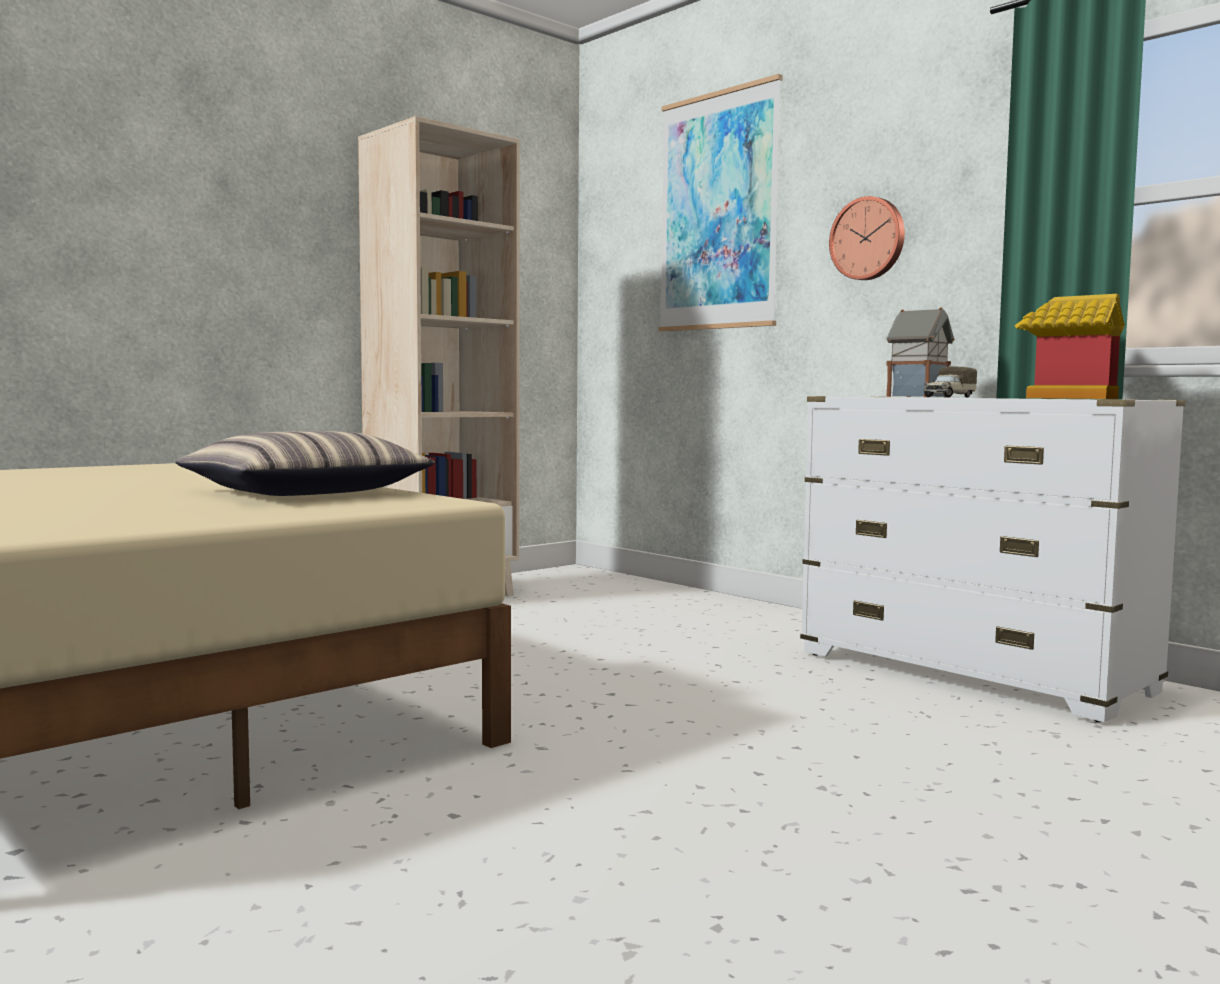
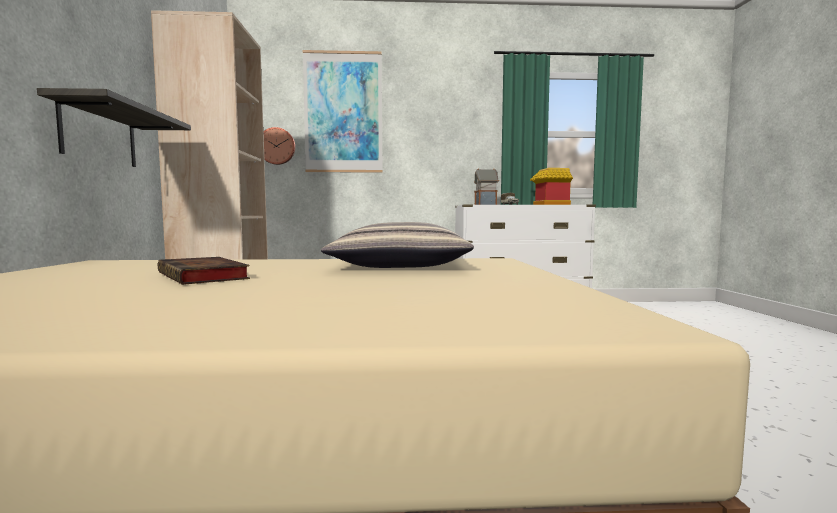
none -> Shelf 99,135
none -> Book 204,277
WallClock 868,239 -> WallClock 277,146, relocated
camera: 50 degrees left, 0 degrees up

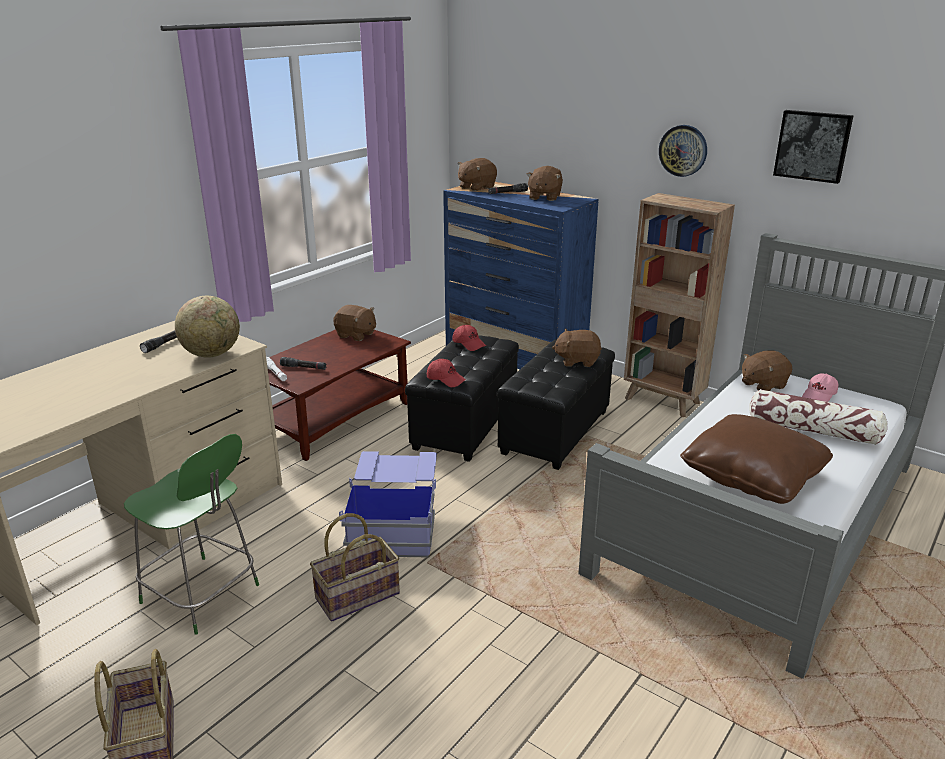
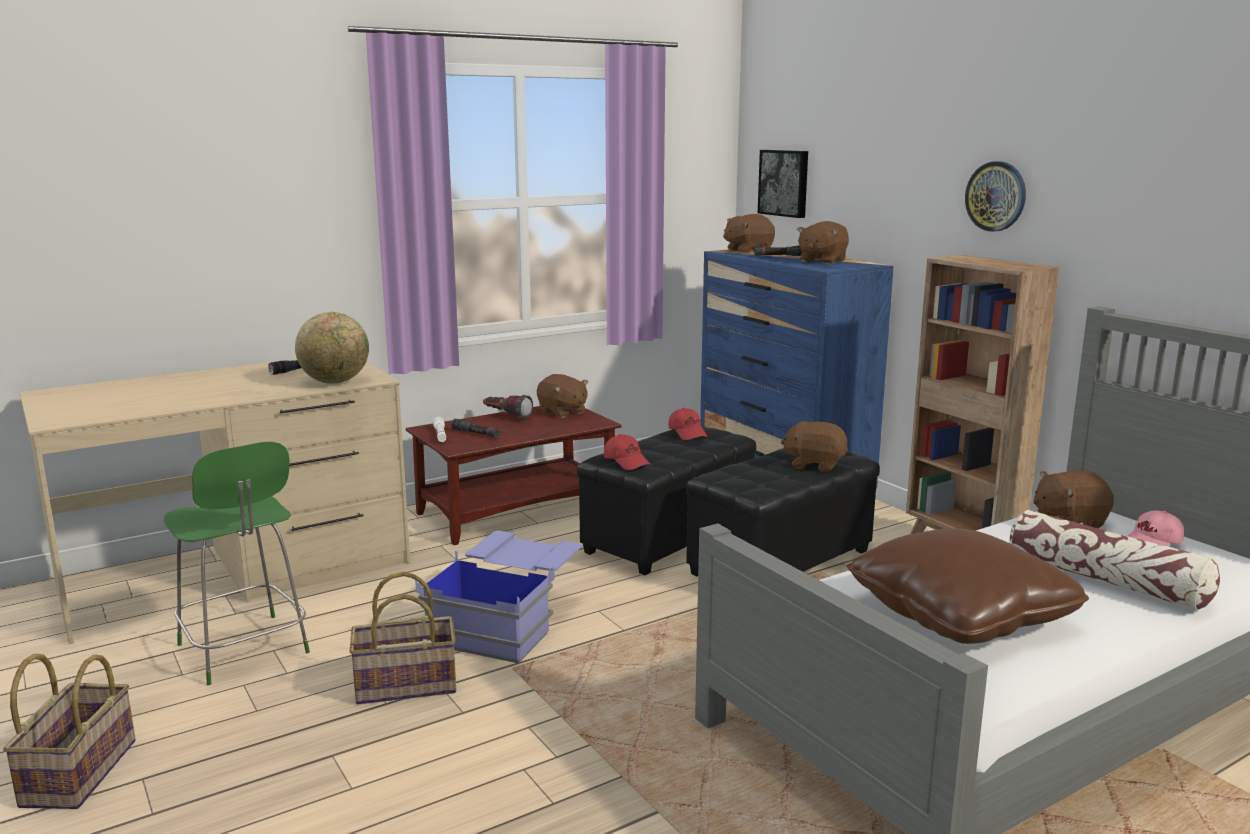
none -> Flashlight 506,416
Picture 813,145 -> Picture 785,183, relocated
camera: 20 degrees right, 10 degrees down

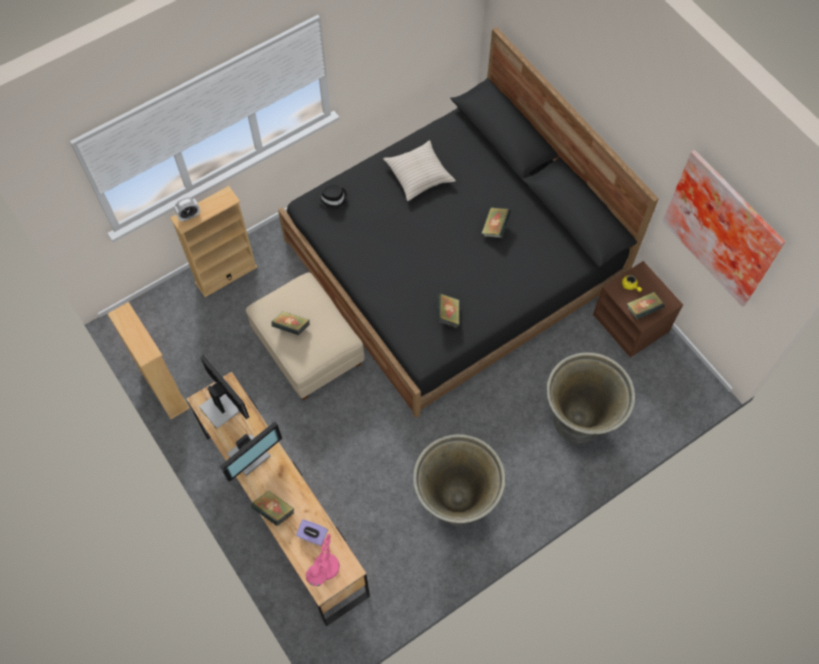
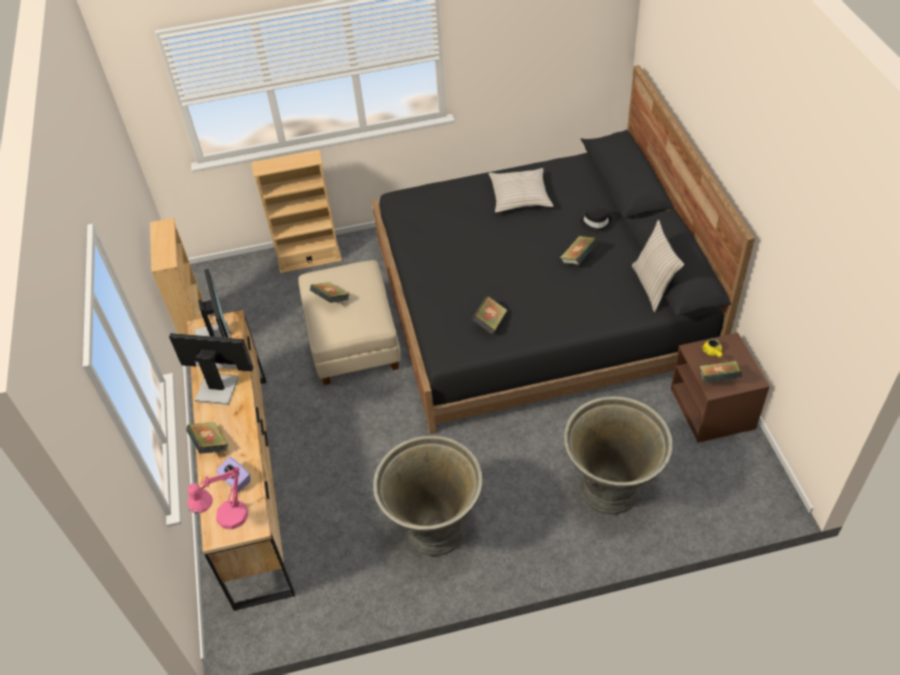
AlarmClock 189,216 -> none
Picture 724,227 -> none
none -> BeigePillow 653,286
BlackHat 333,198 -> BlackHat 595,222, relocated
Monitor 250,456 -> Monitor 217,387, 150 degrees counterclockwise
camera: 25 degrees right, 15 degrees down

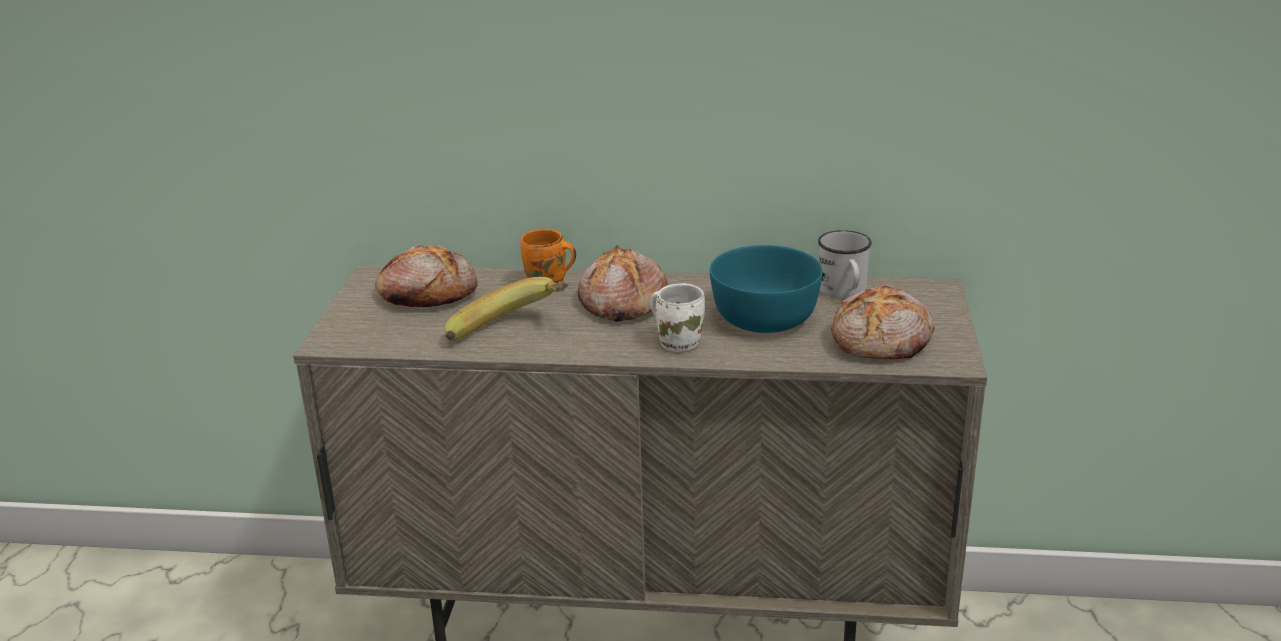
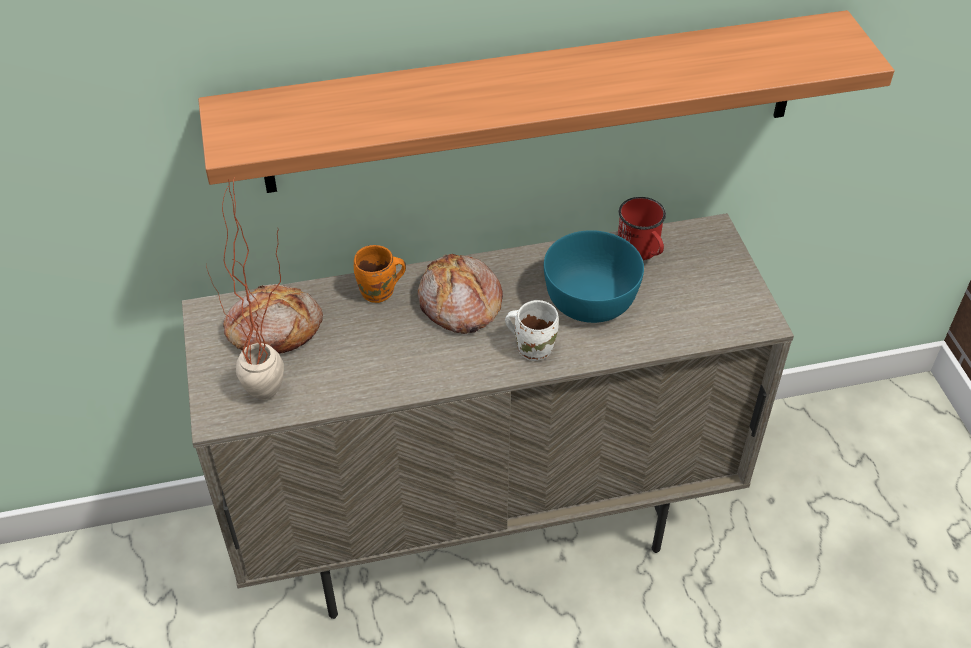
Banana 512,334 -> none
Bread 883,341 -> none
none -> Shelf 535,103
none -> PottedPlant 273,401
WhiteMug 844,292 -> RedMug 641,251
camera: 20 degrees left, 20 degrees up

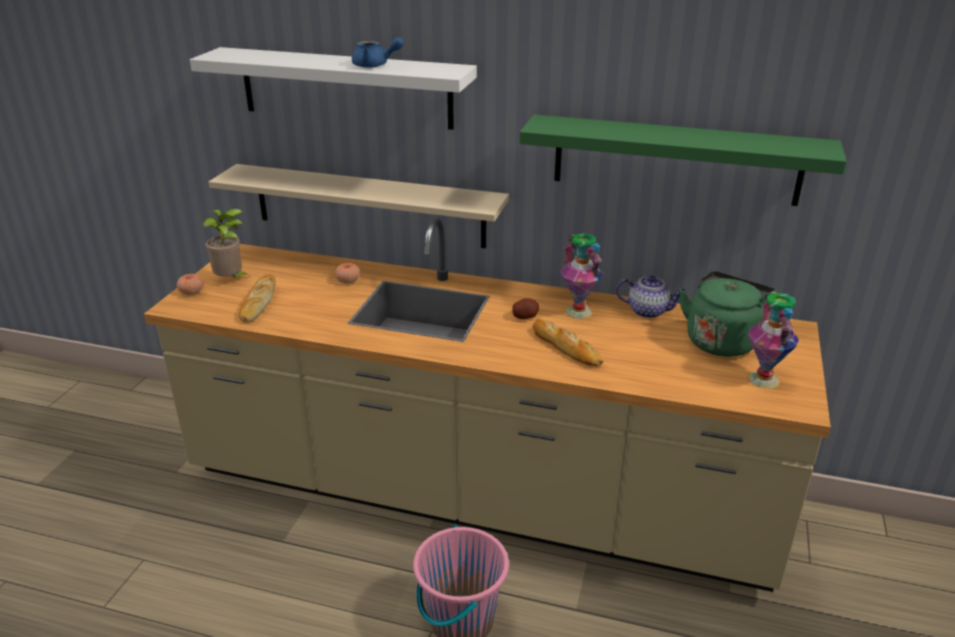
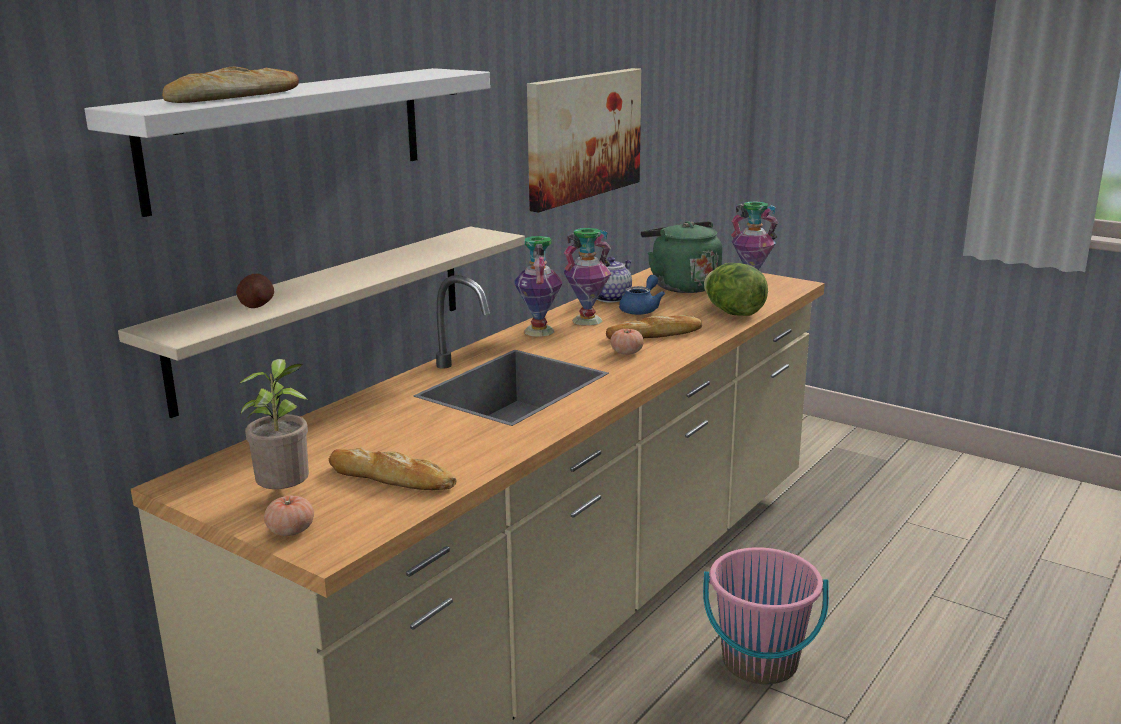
none -> Bread 233,97
none -> Vase 538,331
none -> Lettuce 733,313
Tomato 348,281 -> Tomato 626,352, relocated
BlueTeapot 375,65 -> BlueTeapot 641,309, relocated
Potato 525,317 -> Potato 256,305, relocated
GreenShelf 675,160 -> Picture 583,136
camera: 70 degrees left, 10 degrees down

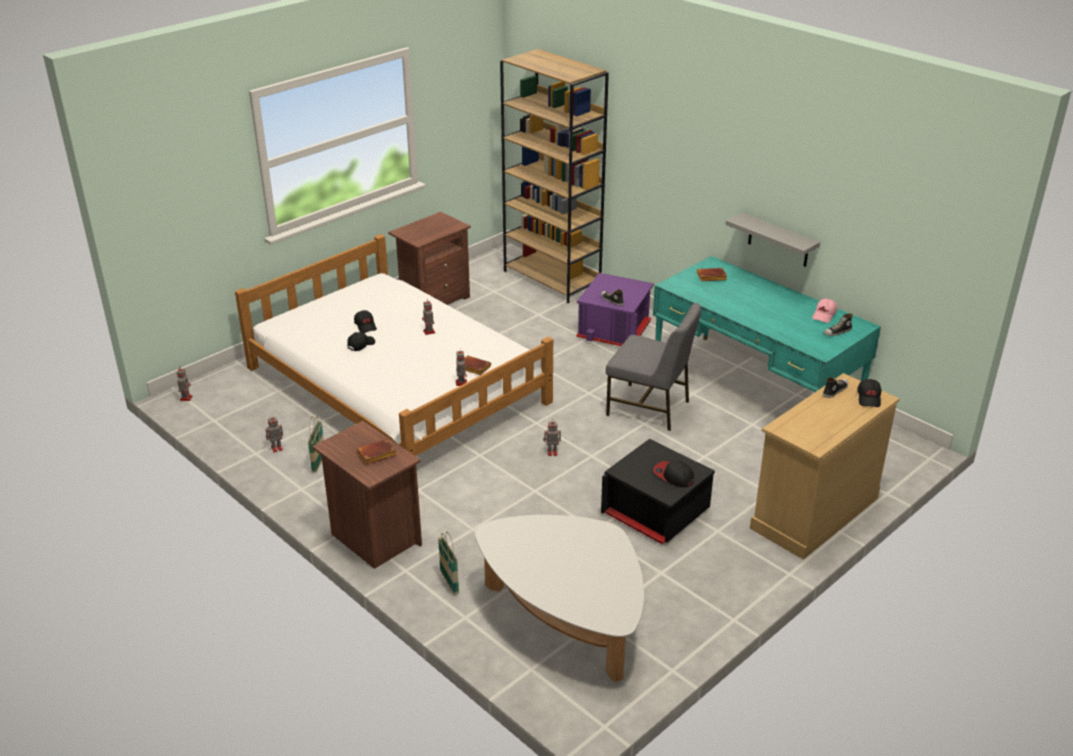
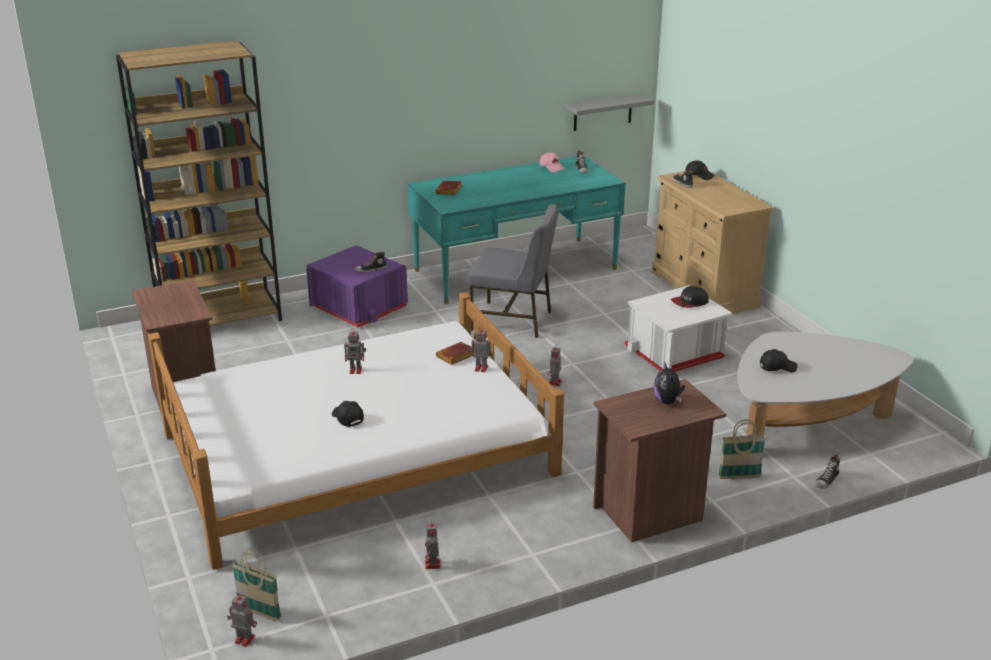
none -> Shoe 827,480
Basket 319,463 -> Basket 259,613, relocated
BlackCap 365,326 -> BlackCap 777,367, relocated
GreyShelf 778,240 -> GreyShelf 602,112, relocated
BrownBook 376,455 -> PlushToy 667,401
BlackStorageBox 655,513 -> WhiteStorageBox 675,352
GreyChair 649,408 -> GreyChair 513,320, 60 degrees clockwise
camera: 70 degrees left, 5 degrees down

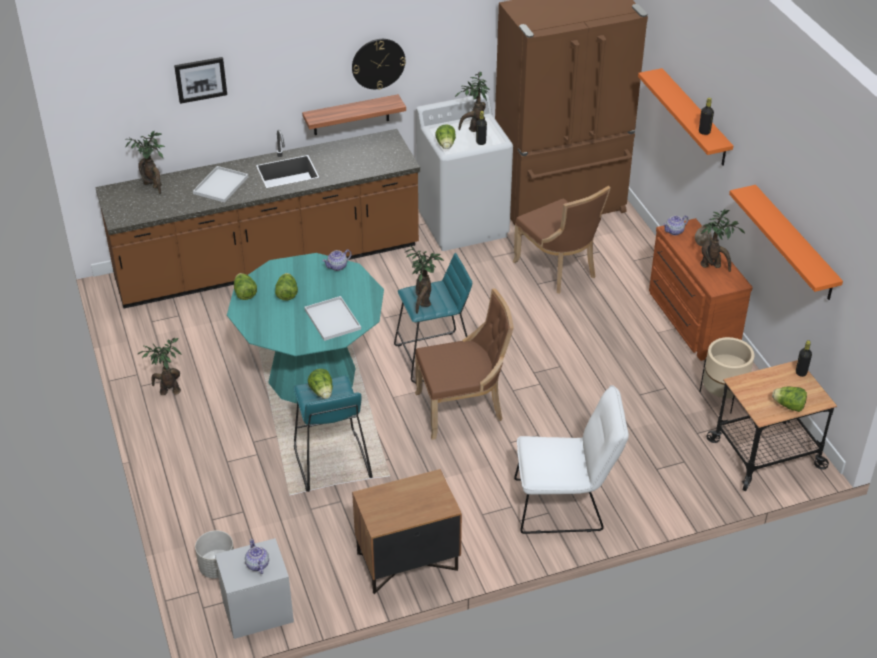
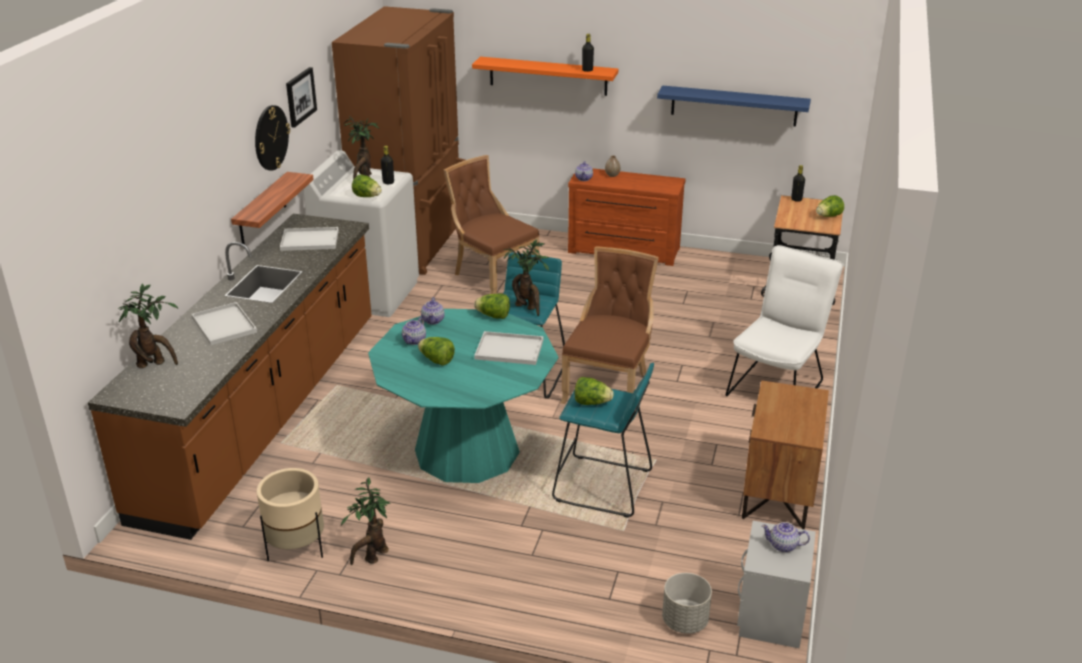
PottedPlant 713,266 -> none
none -> WhiteTray 311,240
none -> Teapot 414,340
Picture 200,79 -> Picture 300,96, relocated
Lettuce 244,293 -> Lettuce 493,316, relocated
BeigePlanter 722,397 -> BeigePlanter 296,548, relocated
OrangeShelf 794,244 -> BlueShelf 734,106
BrownChair 558,270 -> BrownChair 492,277, 135 degrees counterclockwise
camera: 55 degrees left, 10 degrees down

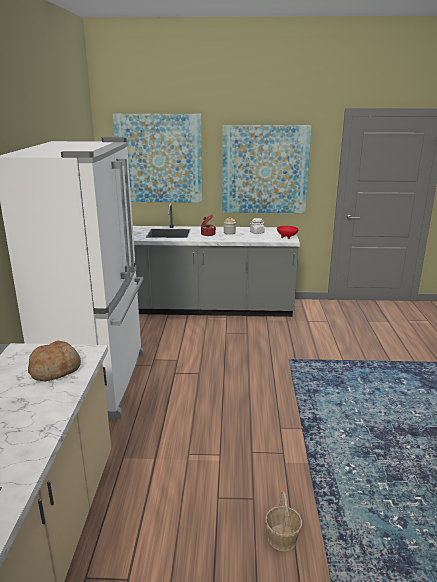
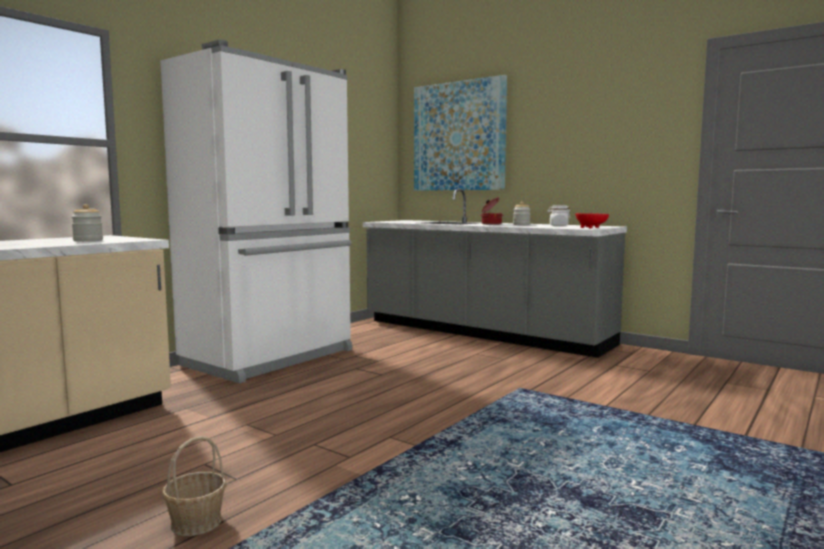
Picture 265,170 -> none
Bread 55,369 -> Jar 88,240
camera: 35 degrees right, 15 degrees down

